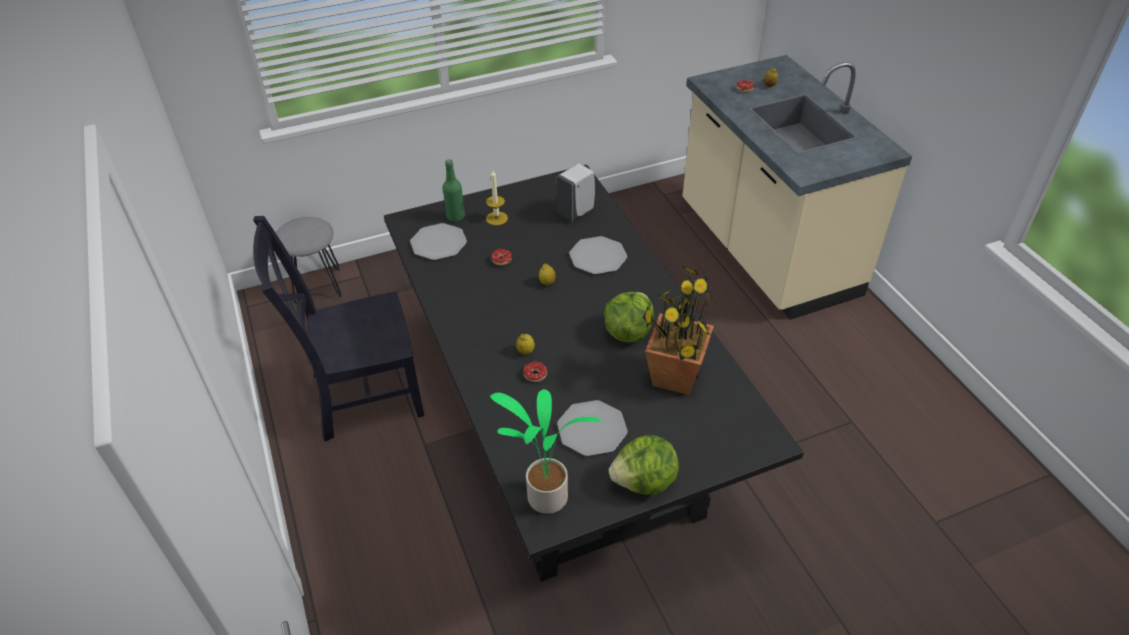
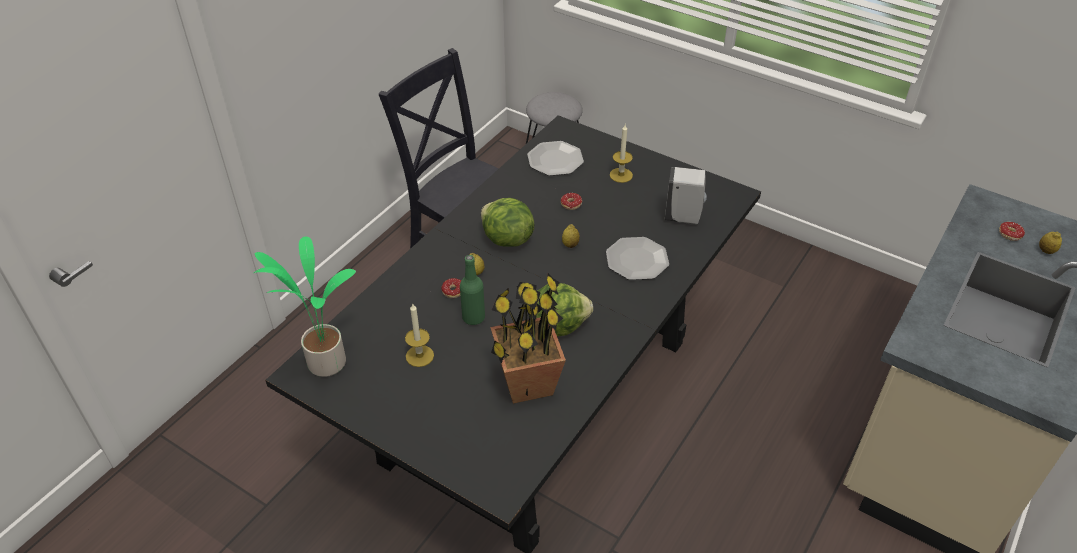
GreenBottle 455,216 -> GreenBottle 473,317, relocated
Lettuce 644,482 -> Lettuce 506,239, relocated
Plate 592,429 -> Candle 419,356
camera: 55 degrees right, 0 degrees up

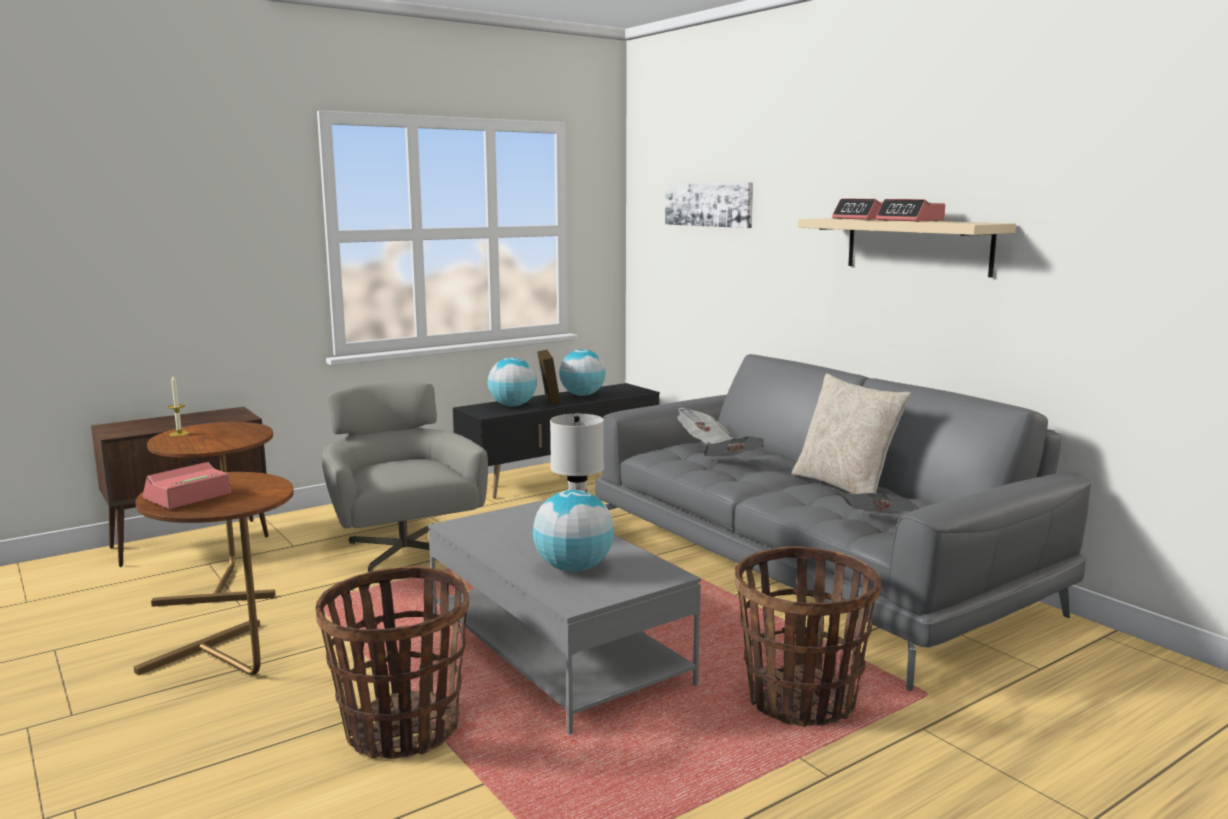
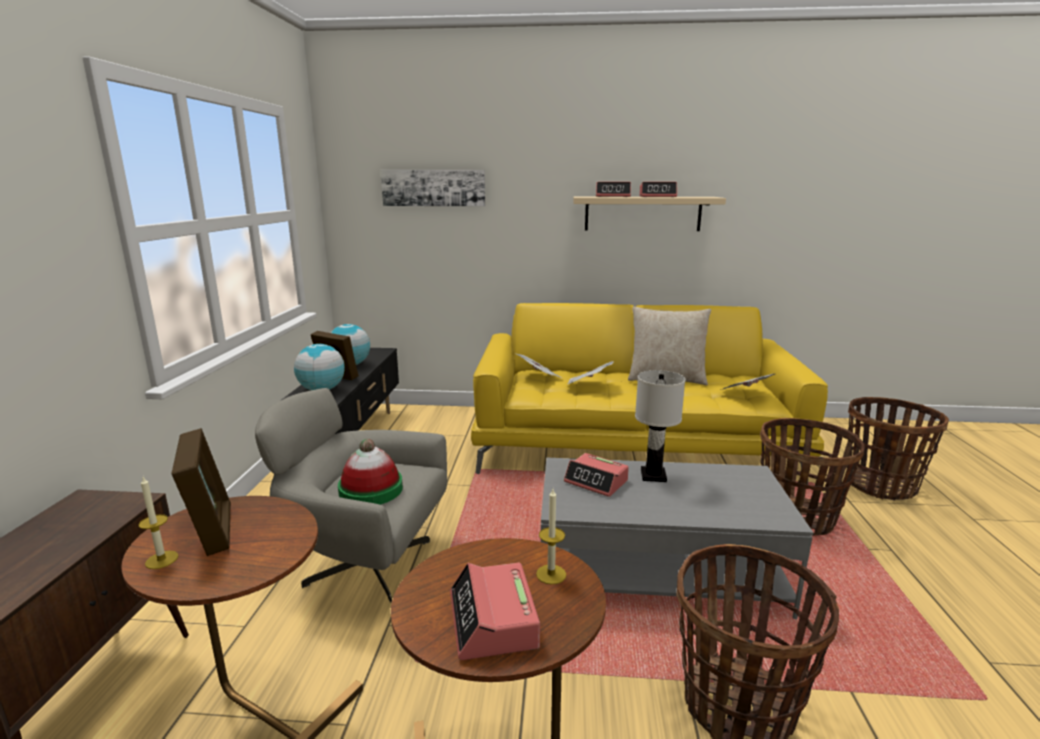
Globe 573,568 -> none
none -> PictureFrame 212,530
none -> Hat 371,490
none -> Candle 551,574
none -> AlarmClock 596,481
none -> Basket 880,486
GreySofa 810,572 -> YellowSofa 633,443
camera: 50 degrees left, 5 degrees up

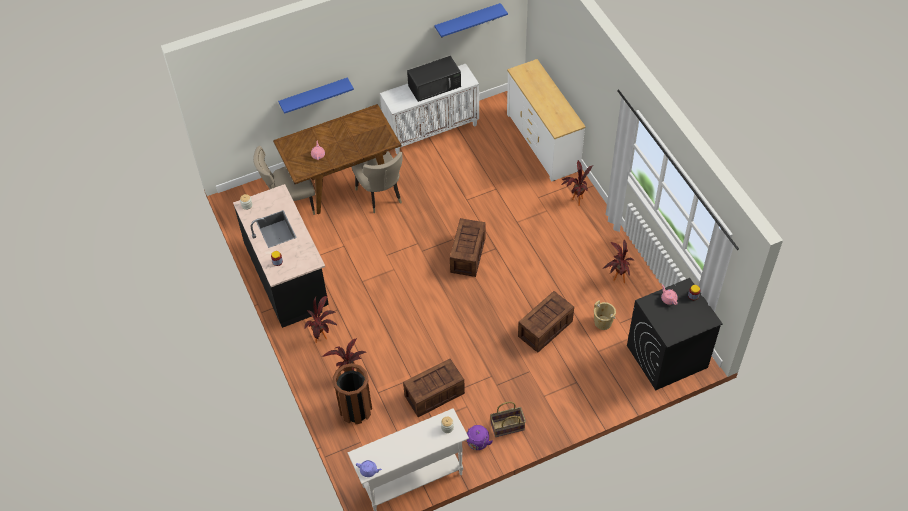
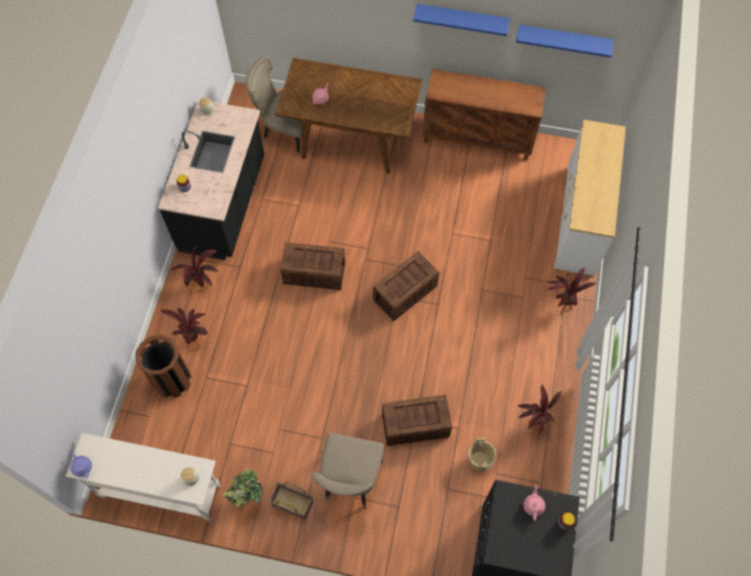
BlackMicrowave 435,85 -> none
BlueShelf 314,95 -> BlueShelf 462,19, relocated
BeigeChair 381,196 -> BeigeChair 349,482, relocated
Crate 433,395 -> Crate 313,273, relocated
PurpleKettle 477,443 -> PottedPlant 250,499
WhiteCabinet 432,130 -> BrownCabinet 478,138
camera: 35 degrees right, 10 degrees up

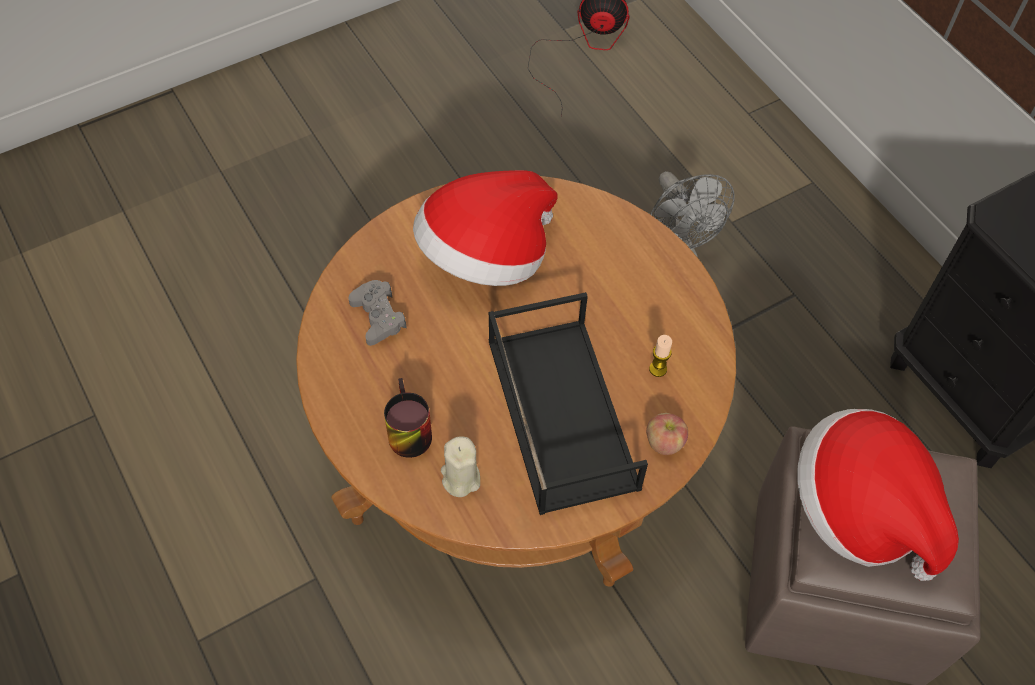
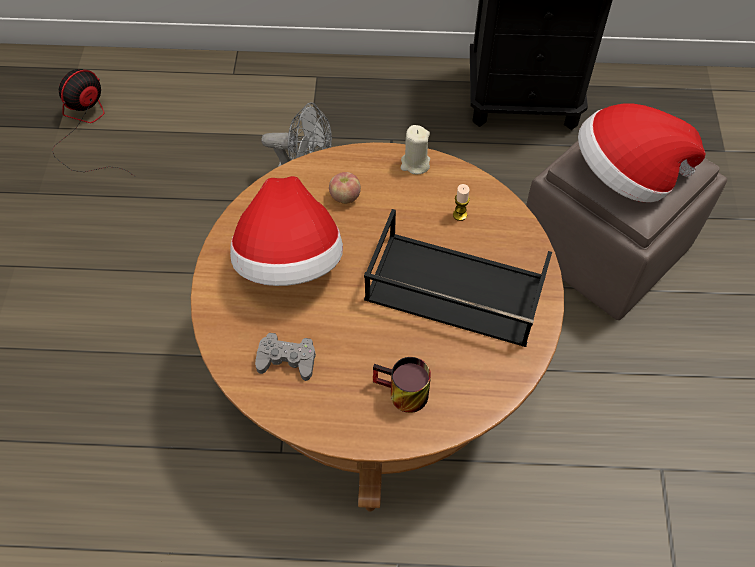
BeigeCandle 460,478 -> BeigeCandle 415,164, relocated
Apple 664,442 -> Apple 345,196, relocated
camera: 55 degrees left, 0 degrees up

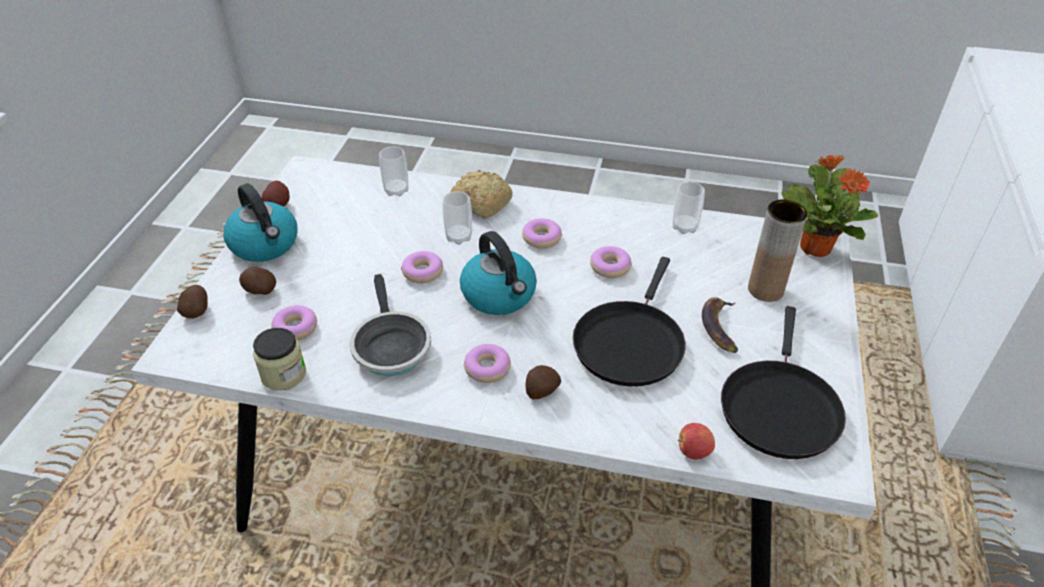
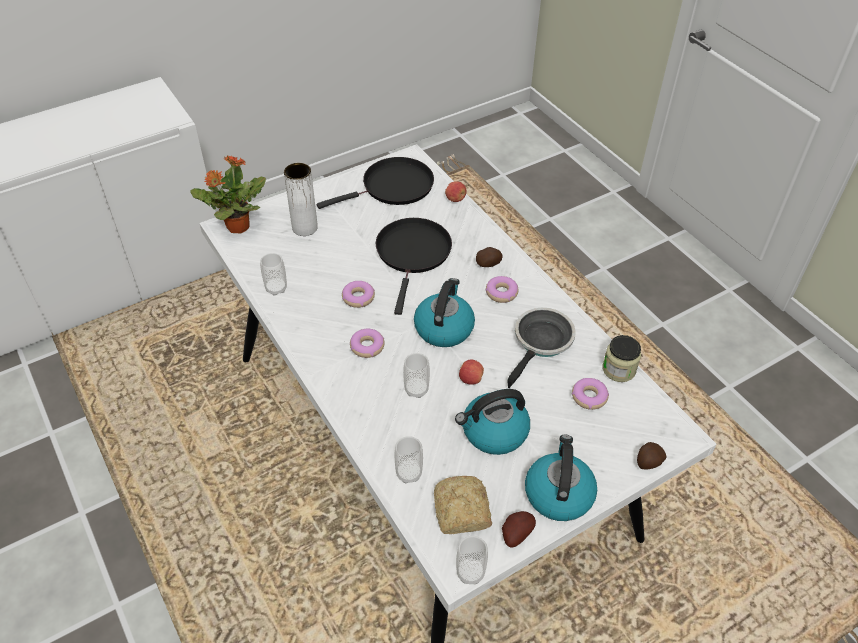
Potato 259,291 -> none
Banana 719,327 -> none
none -> Kettle 493,432
none -> Cup 470,572
Bread 480,202 -> Bread 461,512, relocated
Donut 423,272 -> Apple 470,379
BrownVase 765,290 -> WhiteVase 305,228
BlackFryingPan 629,342 -> BlackFryingPan 413,254, 60 degrees counterclockwise
camera: 135 degrees left, 5 degrees up

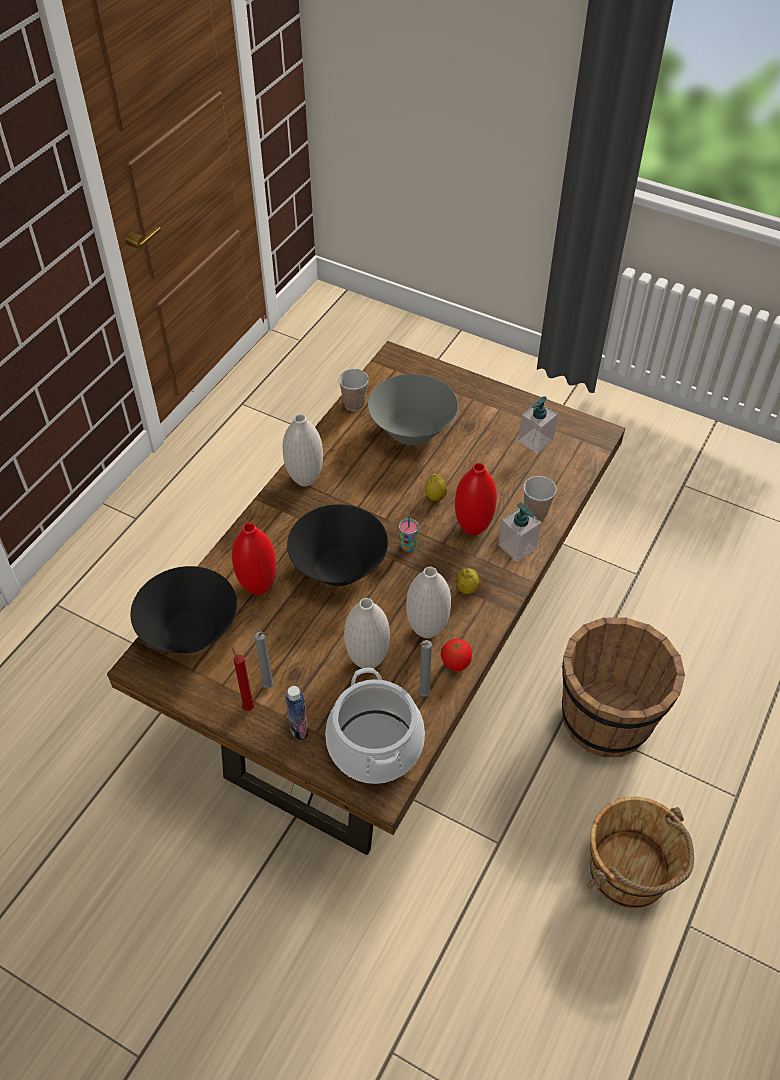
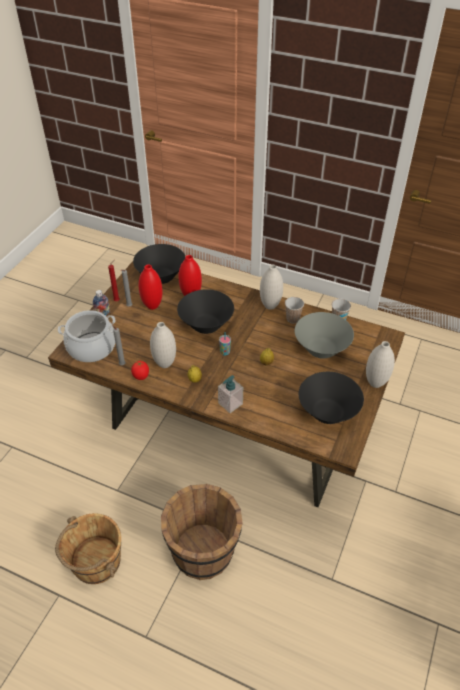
WhiteVase 367,660 -> WhiteVase 375,383, relocated
RedVase 473,528 -> RedVase 152,306, relocated
Cup 535,513 -> Cup 292,319, relocated
SoapDispenser 535,441 -> BlackBowl 328,412
camera: 85 degrees right, 5 degrees down

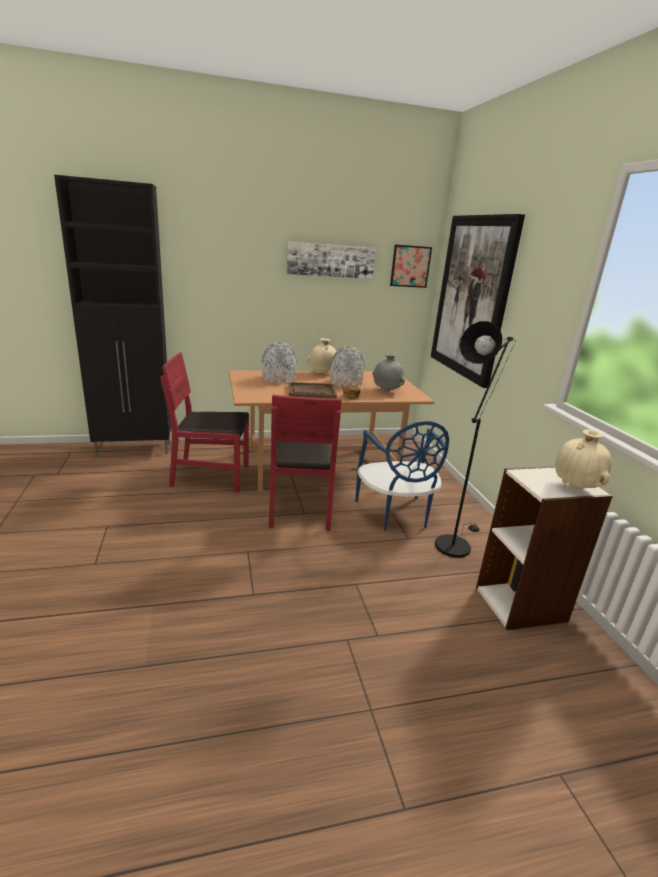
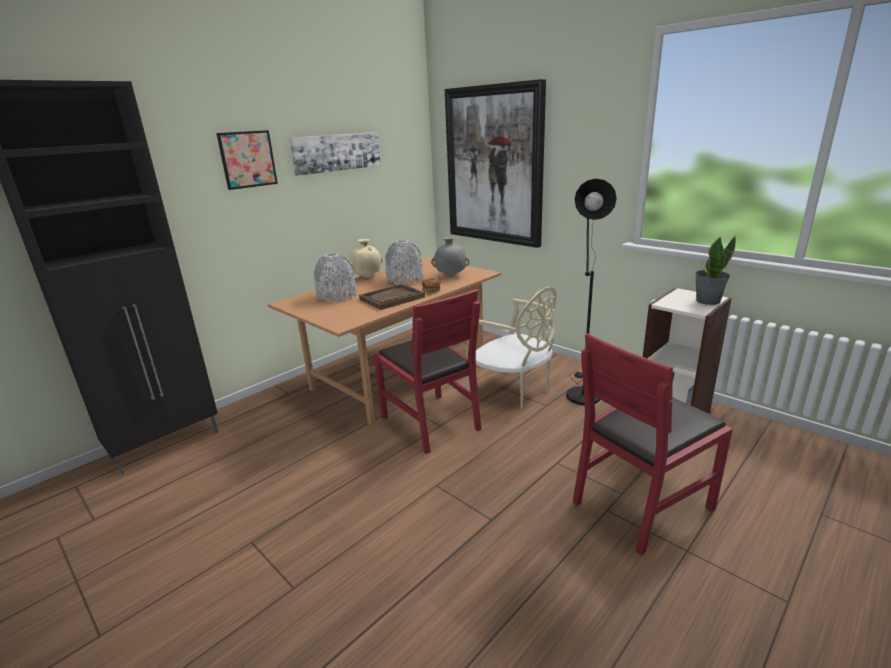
RedChair 211,476 -> RedChair 641,503, relocated
Picture 410,266 -> Picture 248,159, relocated
BeigeVase 575,488 -> PottedPlant 707,301
BlueChair 395,514 -> BeigeChair 512,390
camera: 30 degrees left, 0 degrees up

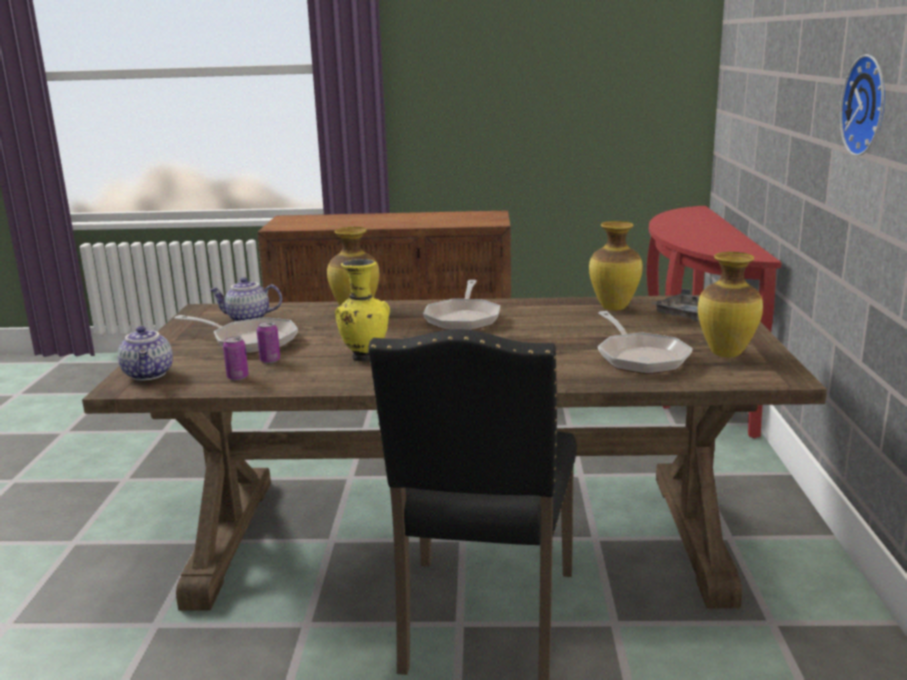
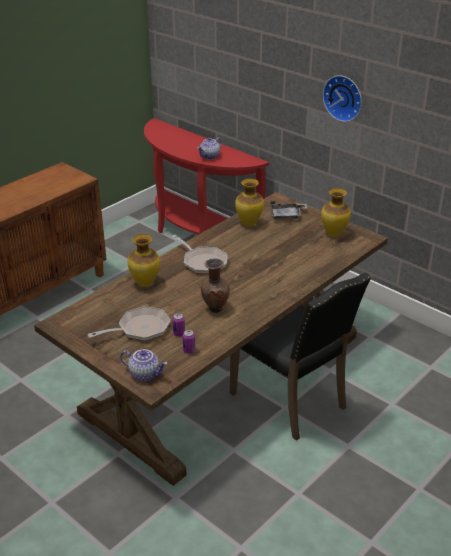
FryingPan 639,357 -> none
Teapot 247,319 -> Teapot 210,157, relocated
YellowVase 364,357 -> BrownVase 214,308
camera: 50 degrees left, 15 degrees up

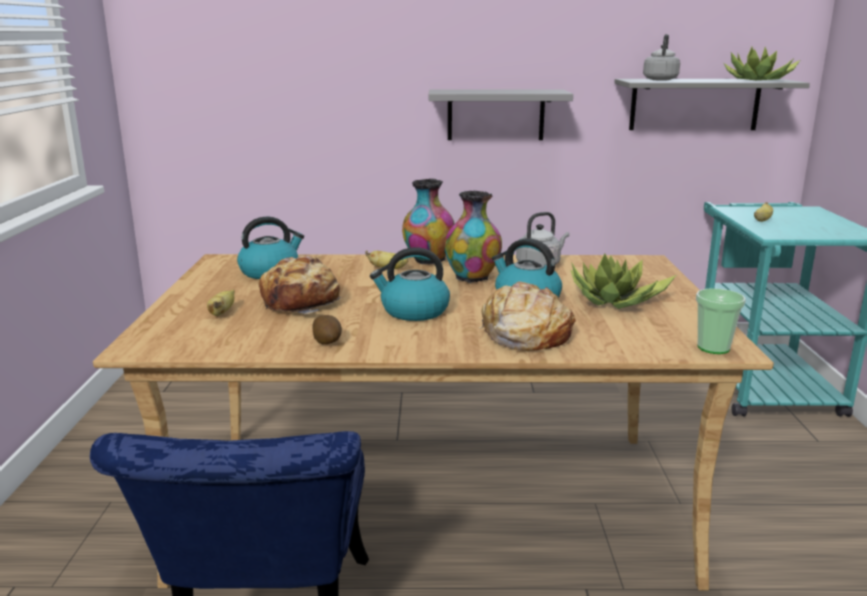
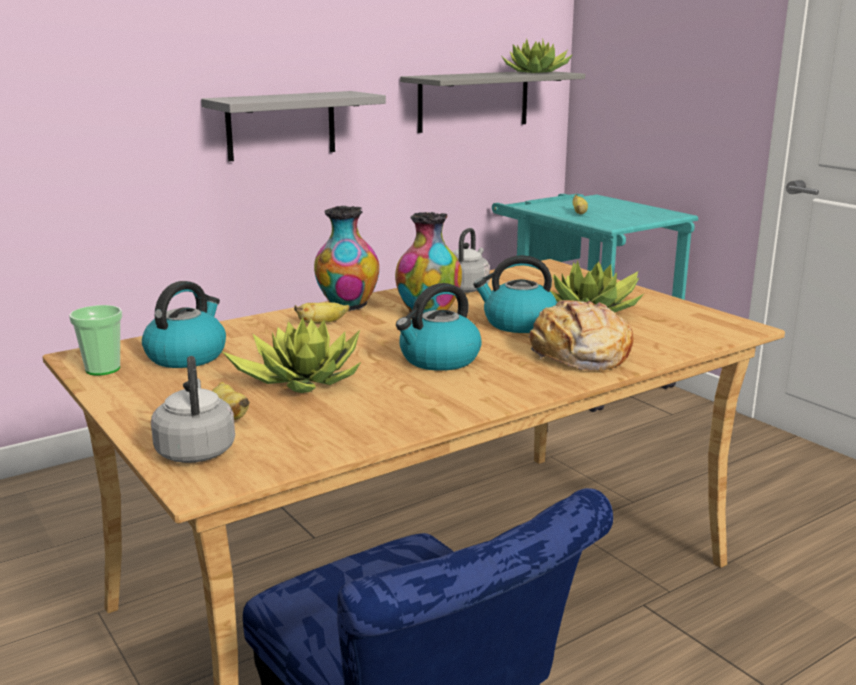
Potato 327,341 -> none
GreyKettle 660,79 -> GreyKettle 196,450, relocated
Cup 713,348 -> Cup 103,369, relocated
Bread 302,302 -> PottedPlant 300,379
camera: 35 degrees left, 0 degrees up

